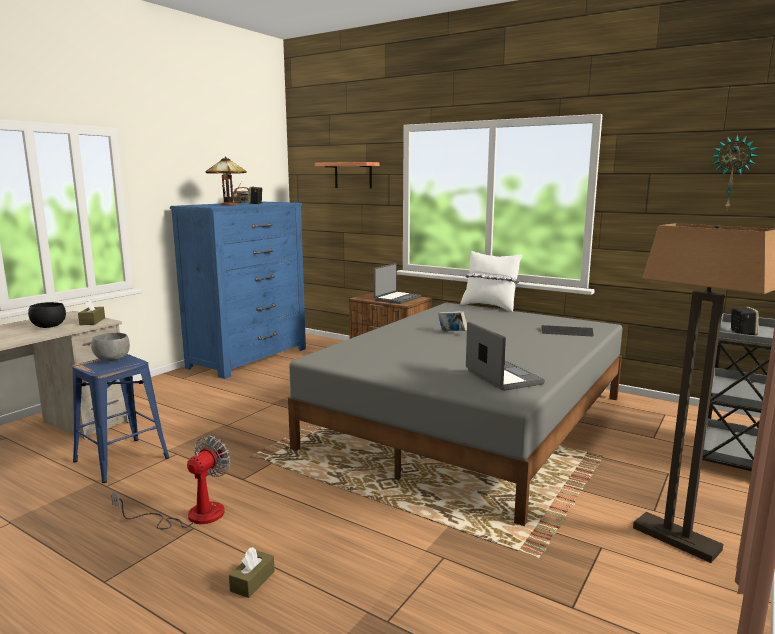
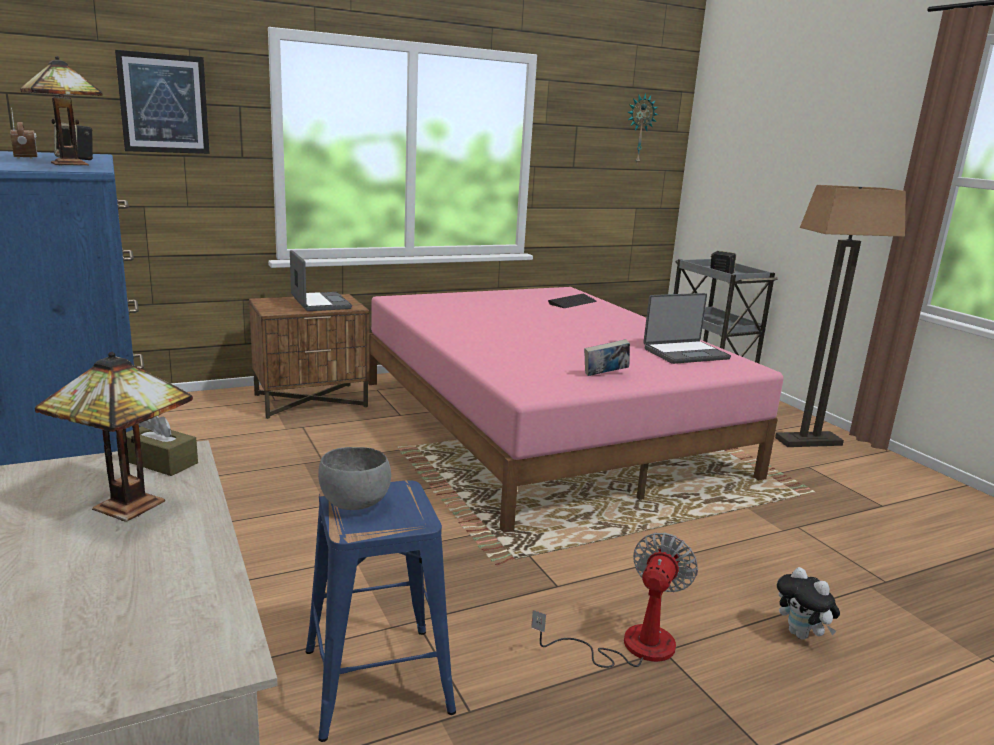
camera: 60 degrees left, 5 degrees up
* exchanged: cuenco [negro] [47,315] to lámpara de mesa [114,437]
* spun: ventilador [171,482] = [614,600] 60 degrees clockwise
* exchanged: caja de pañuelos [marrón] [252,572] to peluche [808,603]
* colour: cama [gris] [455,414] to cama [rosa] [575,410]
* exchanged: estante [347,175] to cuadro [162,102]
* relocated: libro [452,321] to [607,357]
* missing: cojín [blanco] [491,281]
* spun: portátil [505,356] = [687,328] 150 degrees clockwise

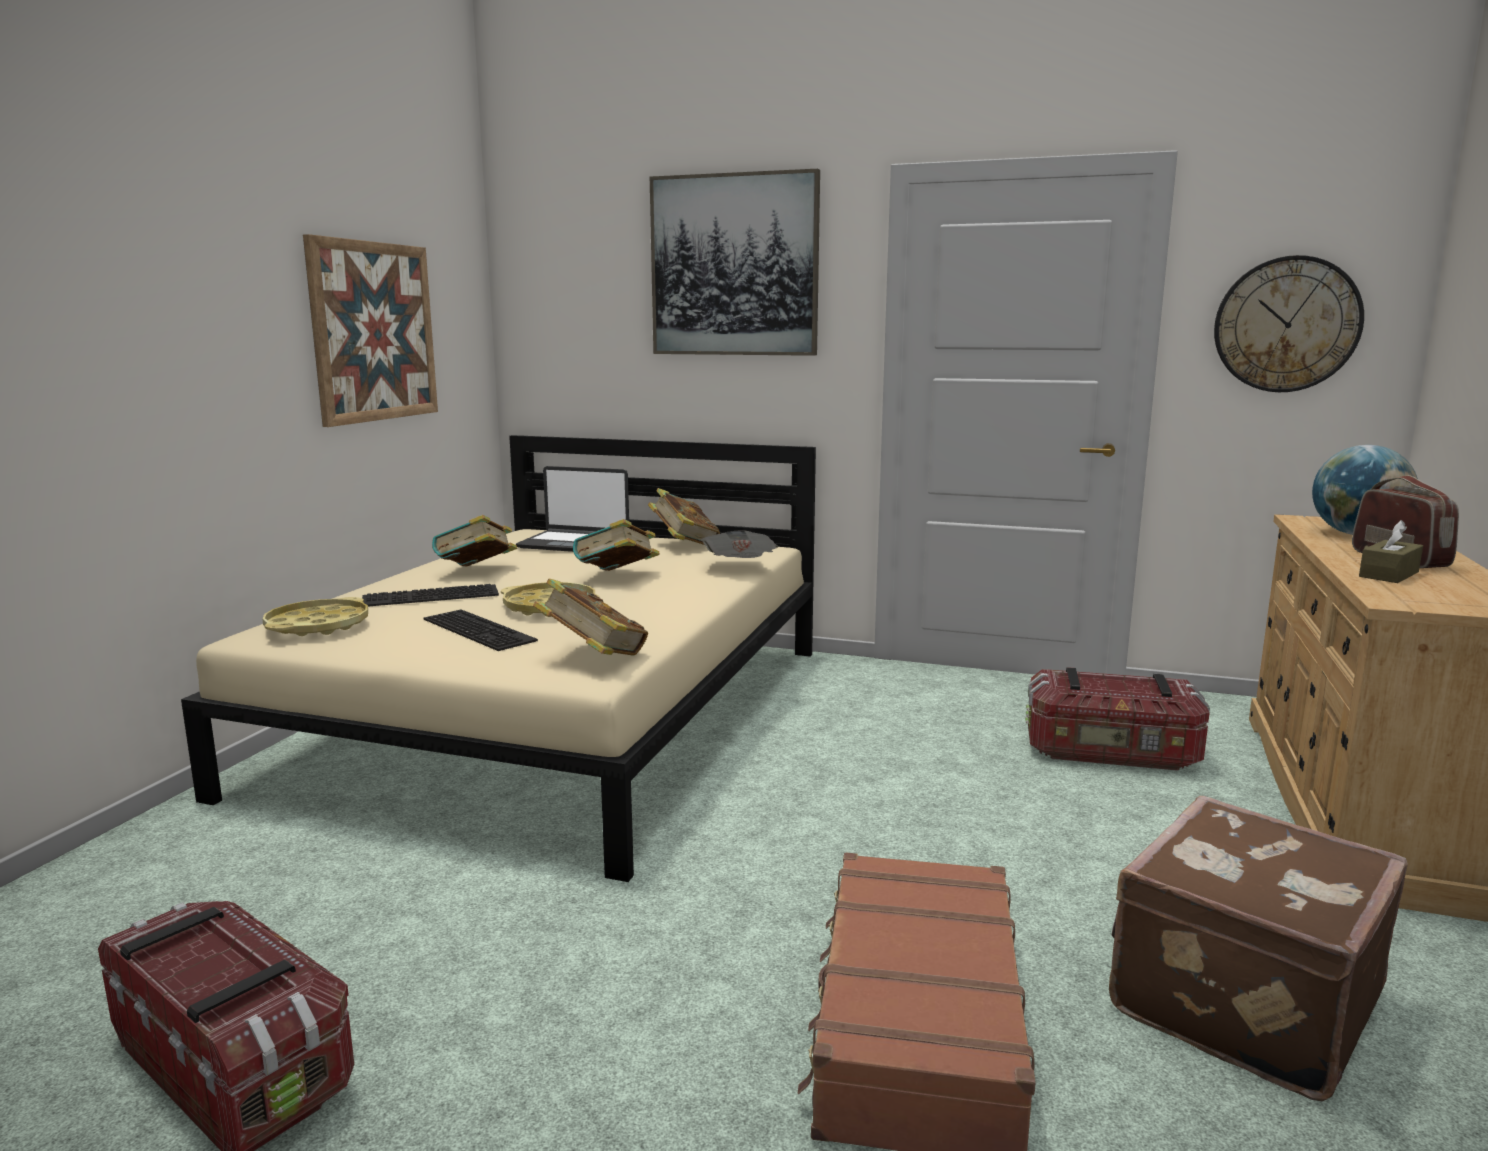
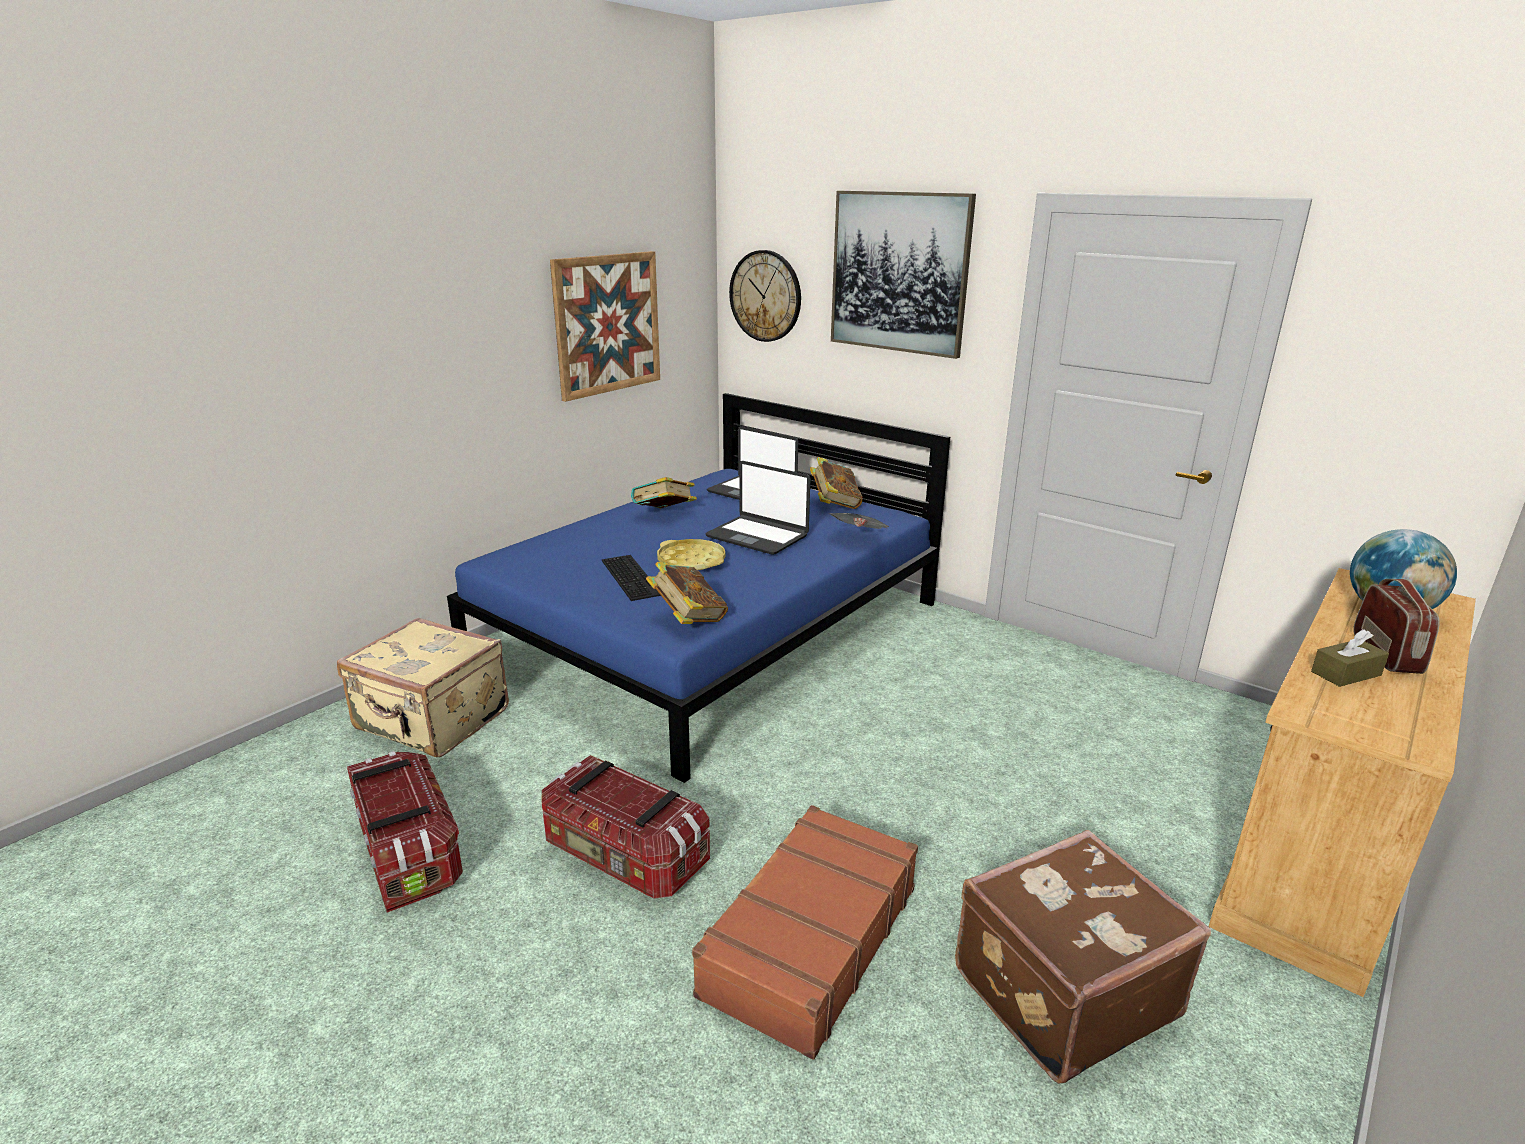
camera: 20 degrees right, 10 degrees up
* colour: cama [beis] [498,658] to cama [azul] [698,588]
* missing: bandeja [amarillo] [315,616]
* missing: teclado [430,595]
* exchanged: libro [616,545] to portátil [758,508]
* relocated: caja de almacenaje [1117,719] to [625,827]
* relocated: reloj de pared [1289,323] to [765,296]
* appeared: maleta [beis] [423,687]

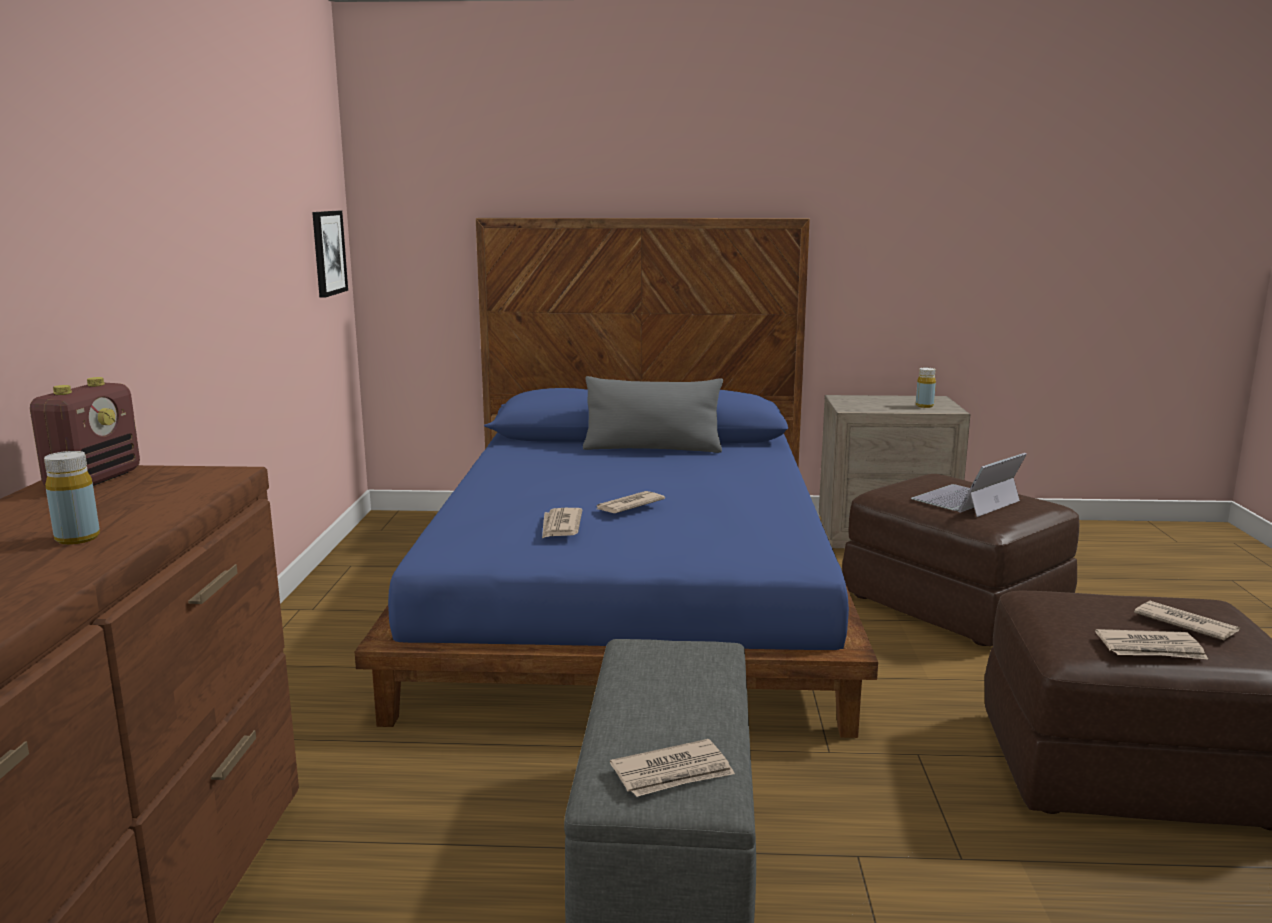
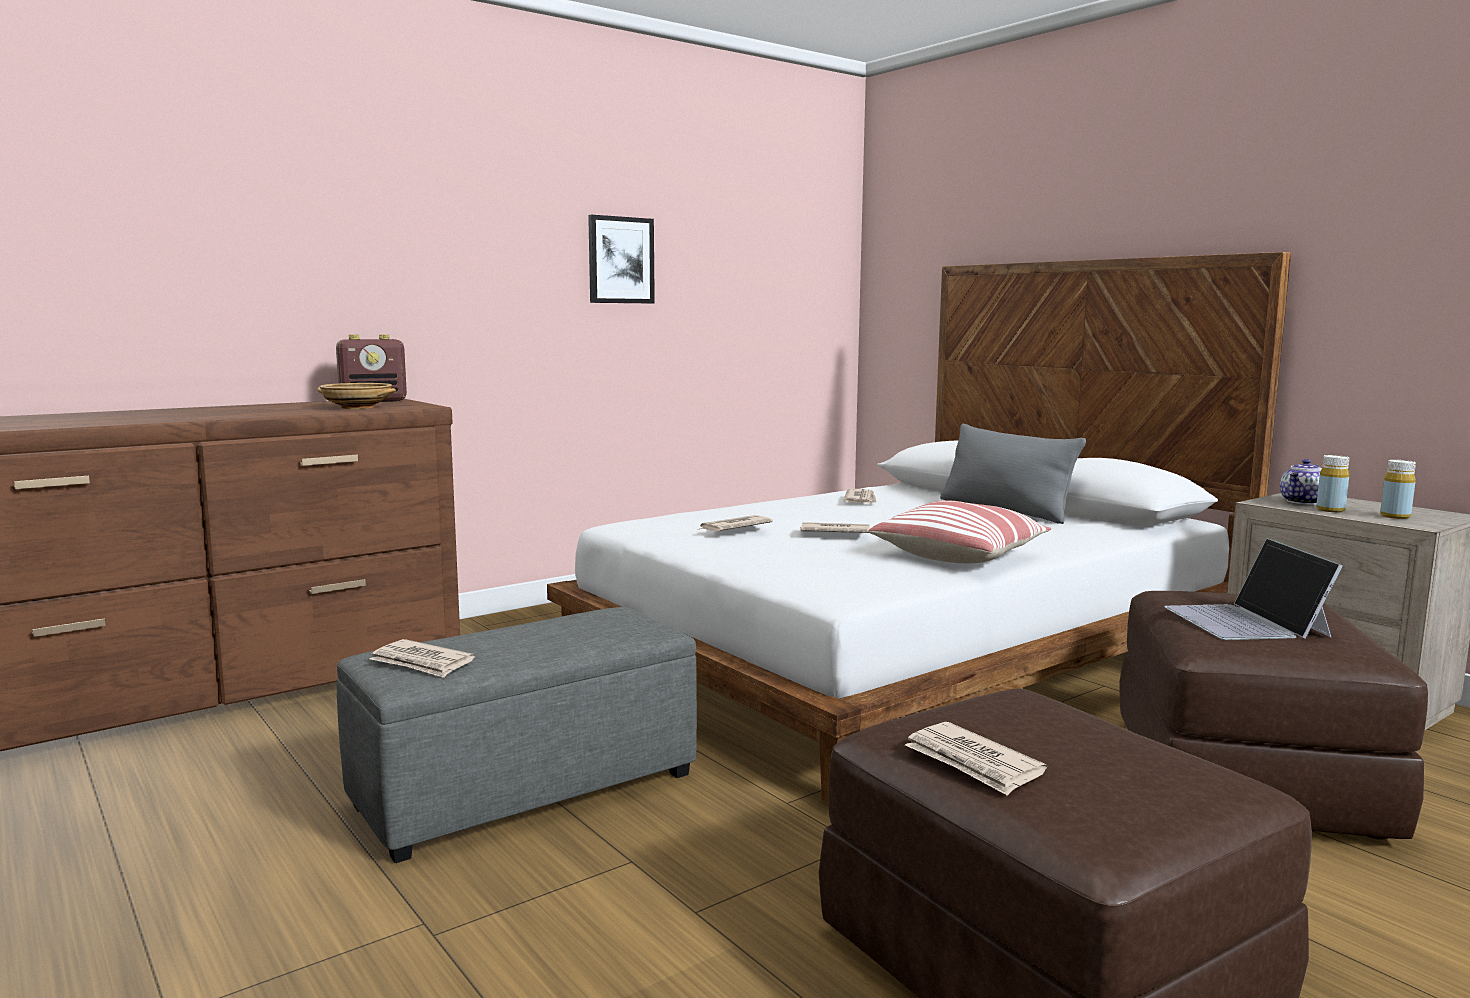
camera: 50 degrees right, 5 degrees down
* relocated: botella [amarillo] [72,498] to [1333,483]
* relocated: cuadro [330,254] to [621,259]
* colour: cama [azul] [616,478] to cama [blanco] [919,528]
* spun: portátil [969,485] = [1253,589] 105 degrees counterclockwise
* relocated: periódico [1187,620] to [860,496]
* appeared: cuenco [beis] [356,396]
* appeared: cojín [959,531]
* appeared: tetera [1301,482]

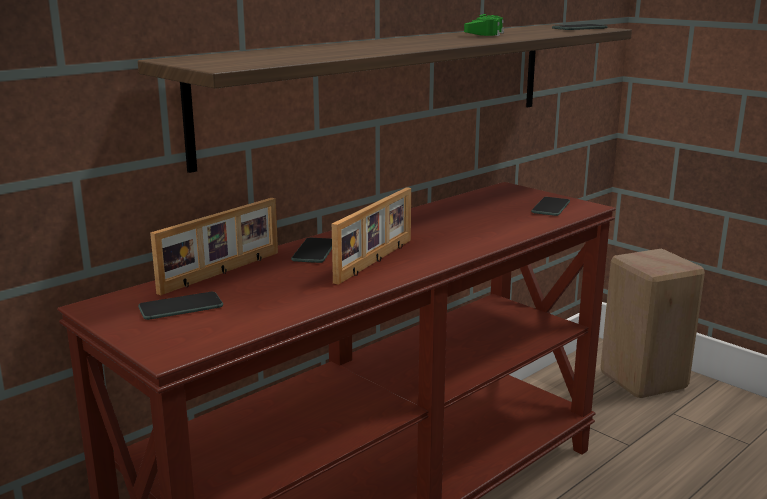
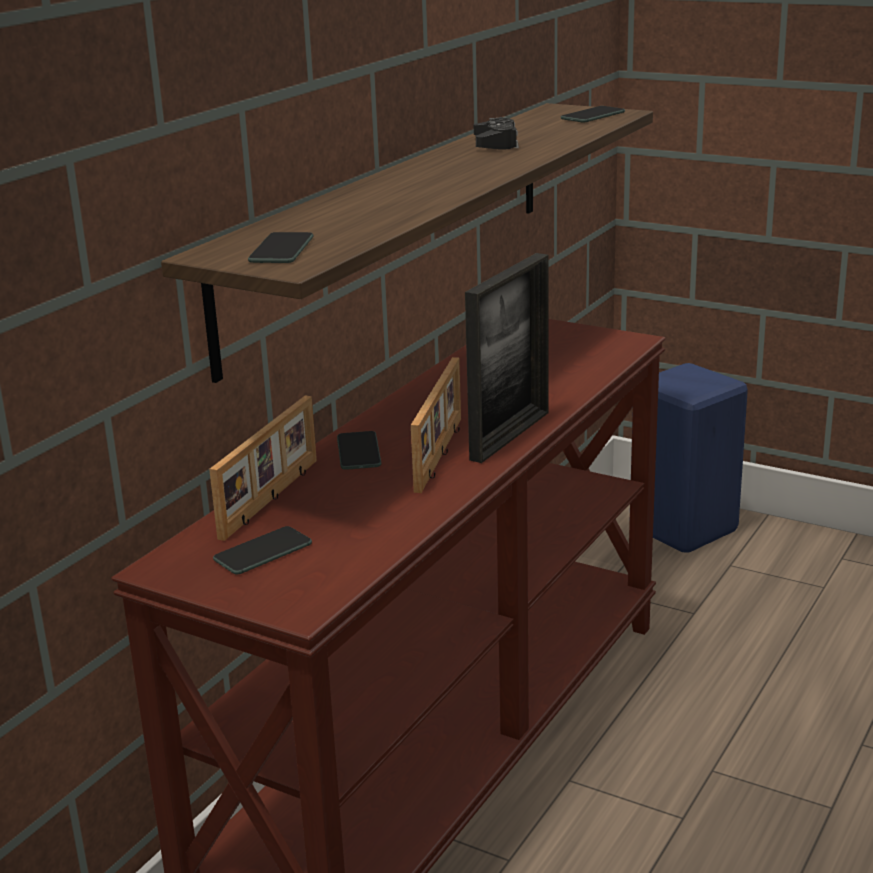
camera: 15 degrees left, 5 degrees up
* colour: mando de consola [verde] [484,25] to mando de consola [negro] [496,133]
* relocated: móvil [550,206] to [280,247]
* colour: taburete [beis] [652,323] to taburete [azul] [689,458]
* appeared: portarretratos [507,358]

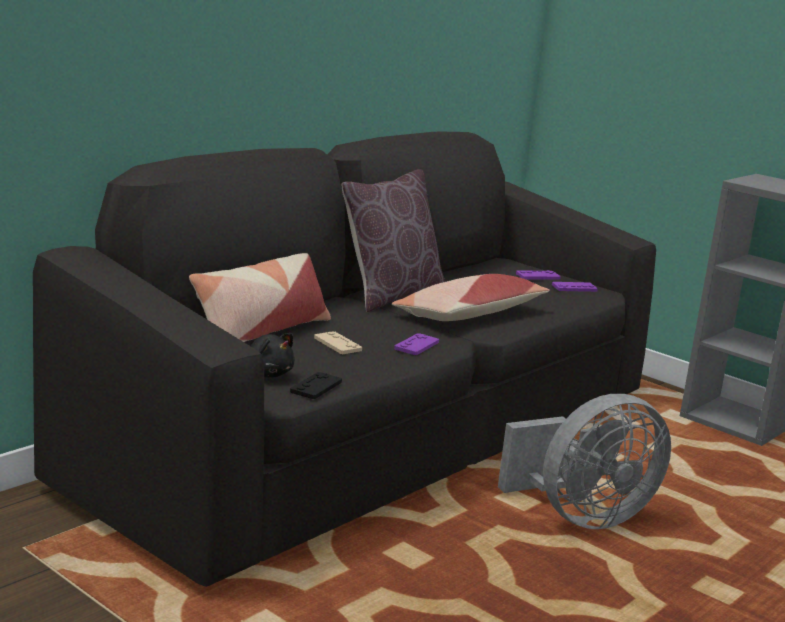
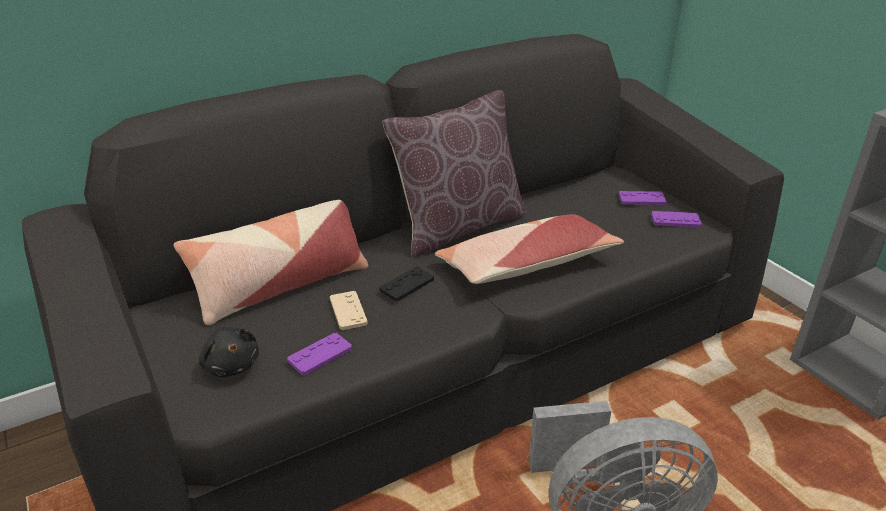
camera: 20 degrees right, 15 degrees up
* relocated: mando de consola [negro] [316,385] to [406,284]
* relocated: mando de consola [morado] [416,344] to [319,354]

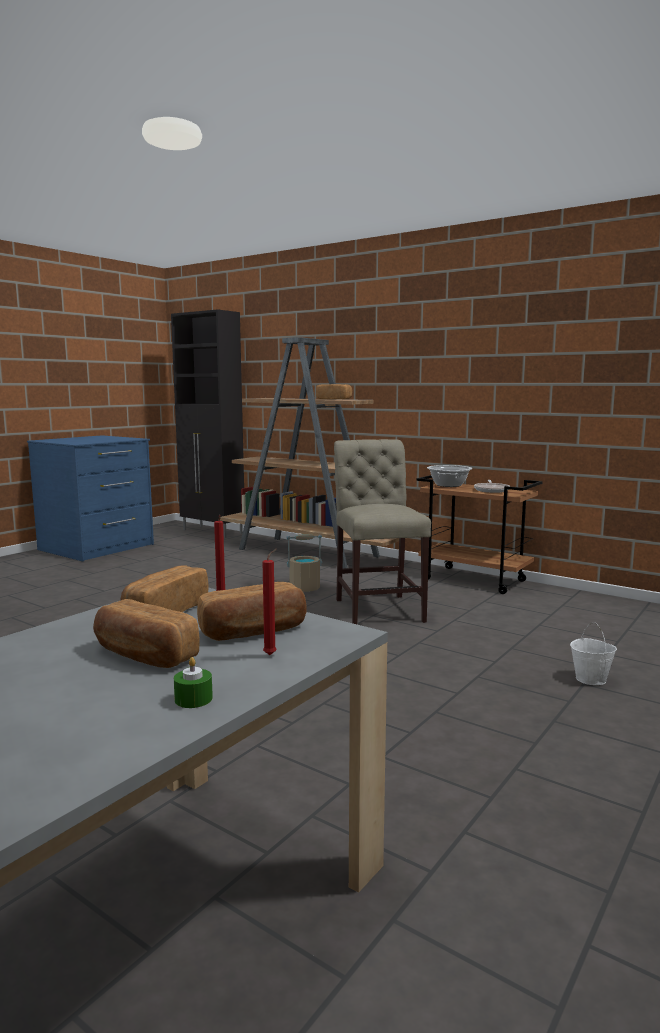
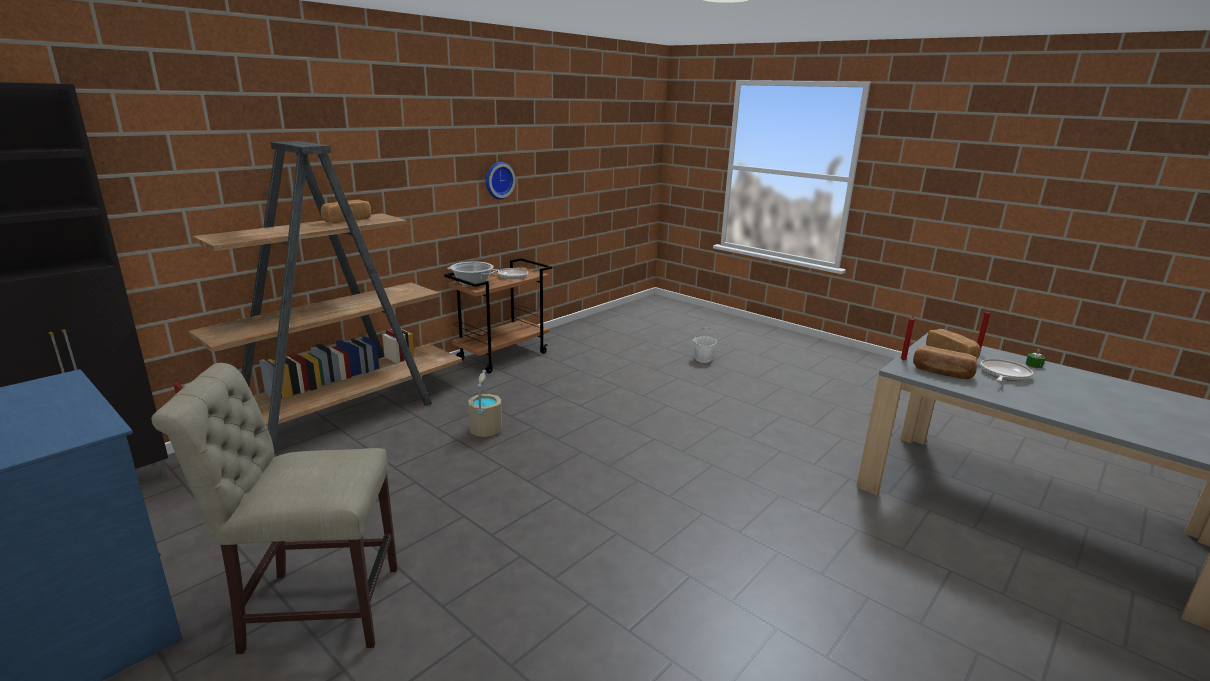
camera: 85 degrees left, 10 degrees up
* exchanged: pan [146,633] to sartén [1006,370]
* relocated: silla [beis] [382,531] to [274,508]
* appeared: reloj de pared [501,180]

